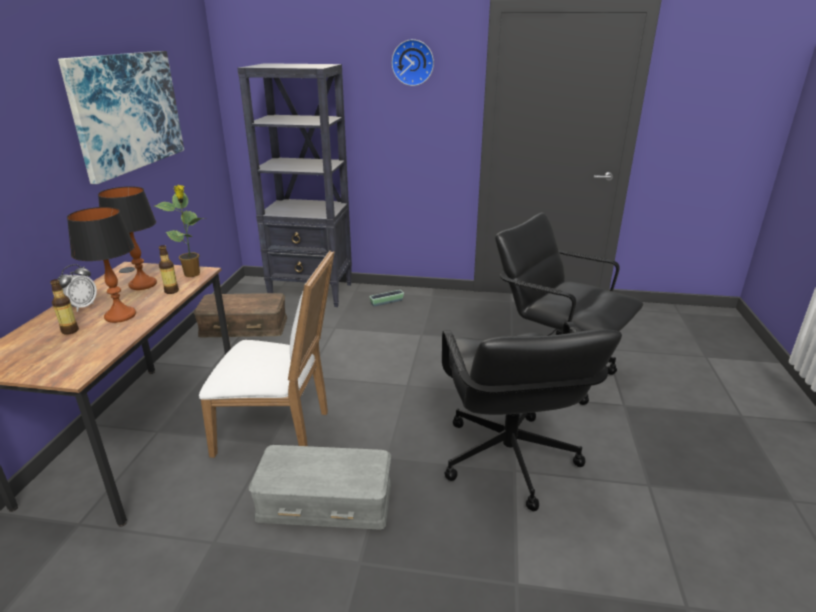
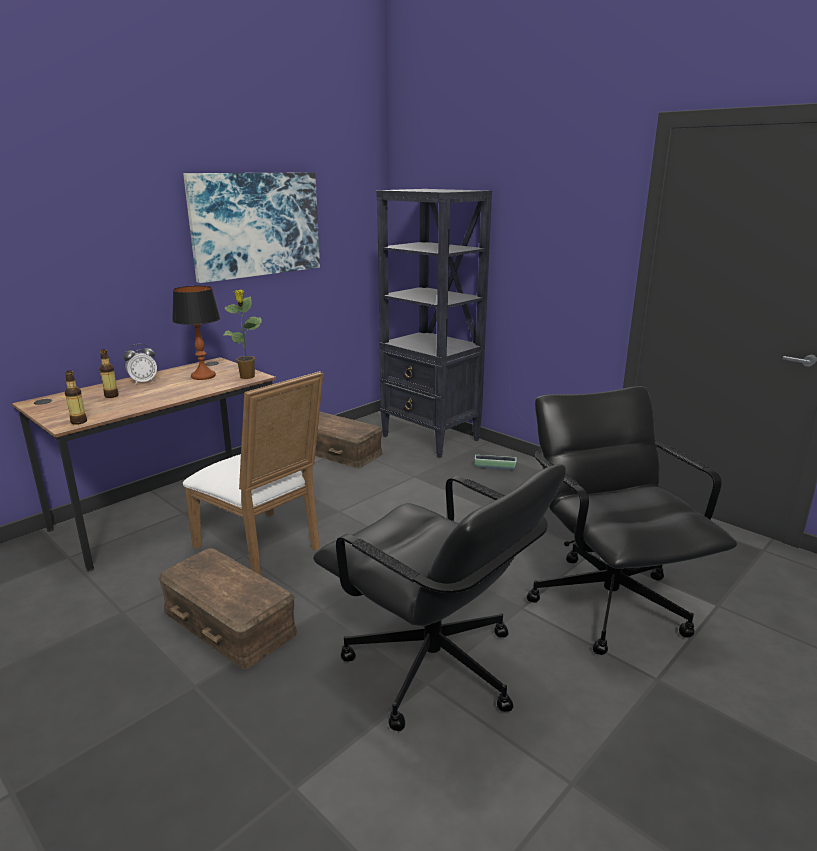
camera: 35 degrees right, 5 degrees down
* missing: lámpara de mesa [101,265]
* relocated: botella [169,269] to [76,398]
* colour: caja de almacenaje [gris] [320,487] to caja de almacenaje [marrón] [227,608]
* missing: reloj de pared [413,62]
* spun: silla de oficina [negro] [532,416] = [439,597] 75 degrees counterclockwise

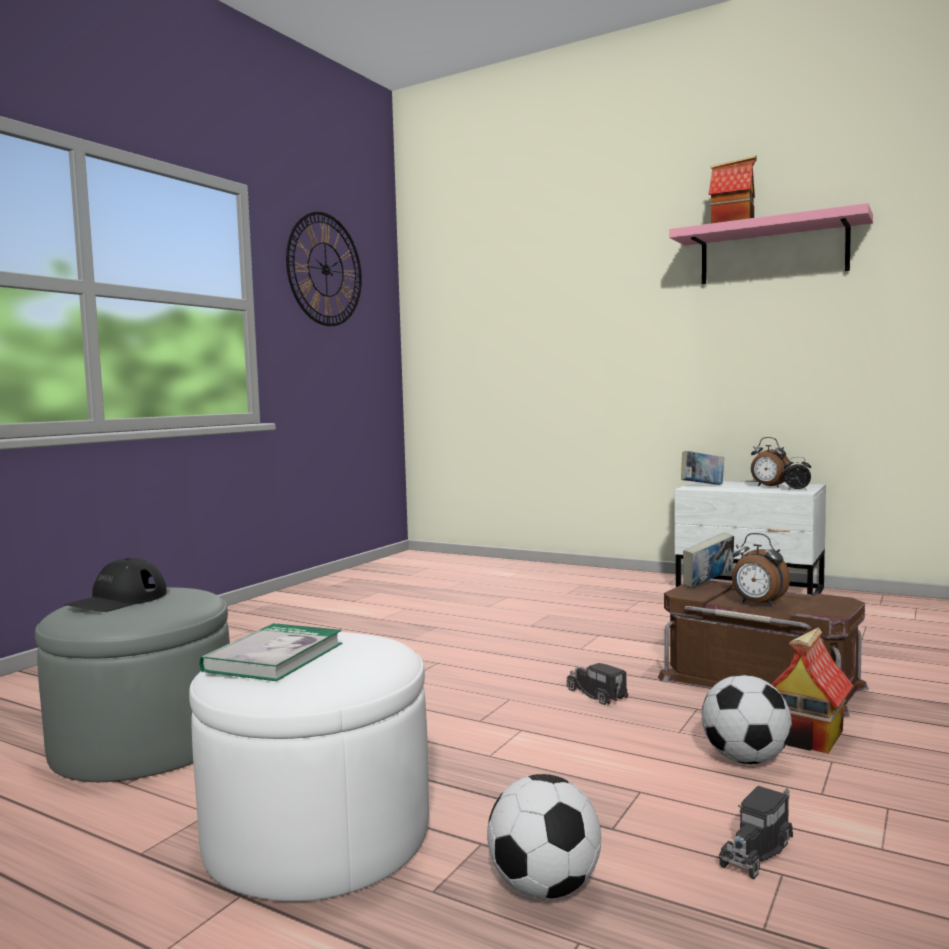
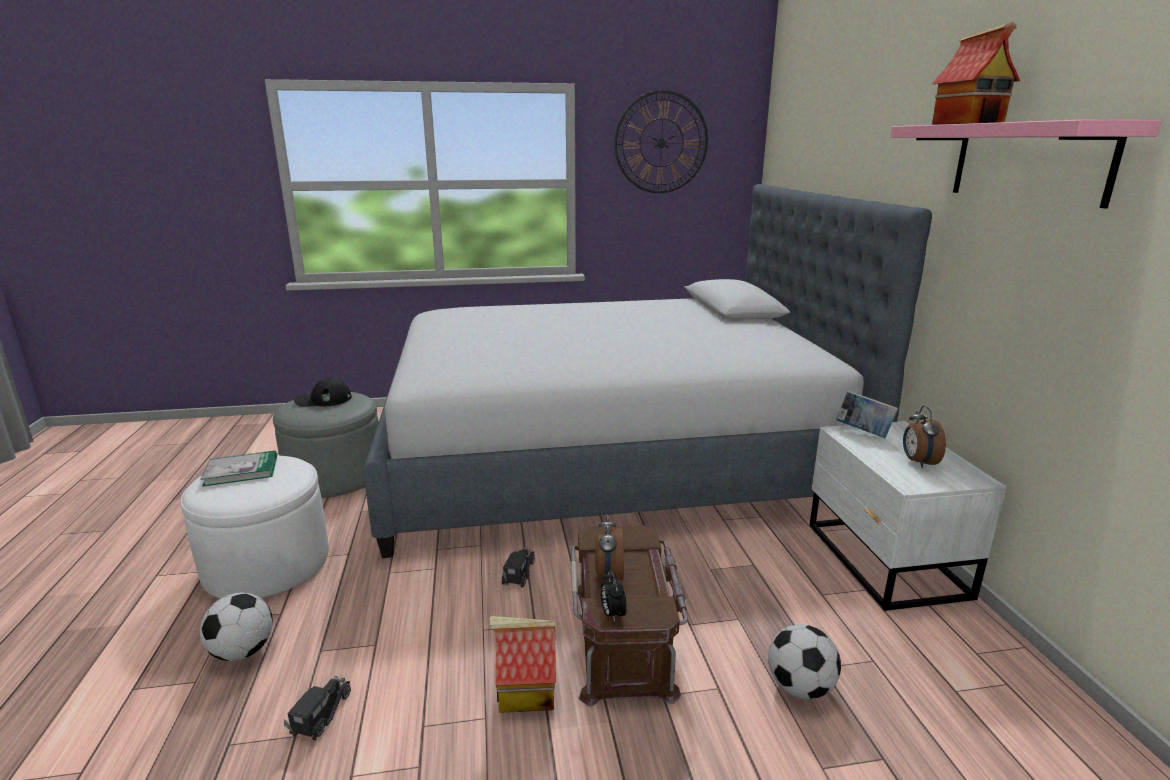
camera: 50 degrees right, 15 degrees up
* missing: libro [708,560]
* relocated: balón de fútbol [747,719] to [804,661]
* spun: camión de juguete [756,832] = [317,708] 105 degrees clockwise
* relocated: despertador [797,473] to [613,596]
* appeared: cama [648,371]

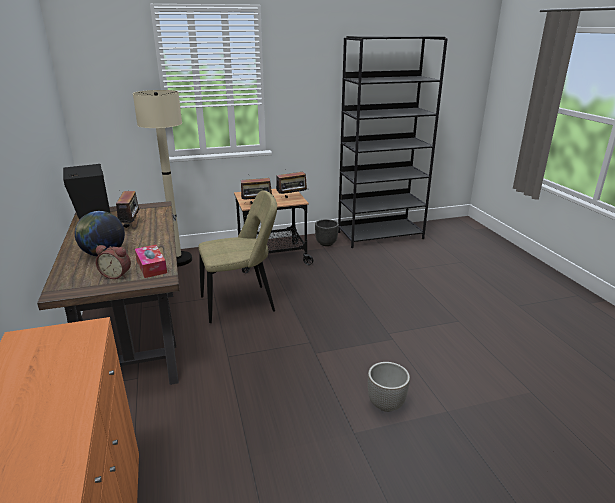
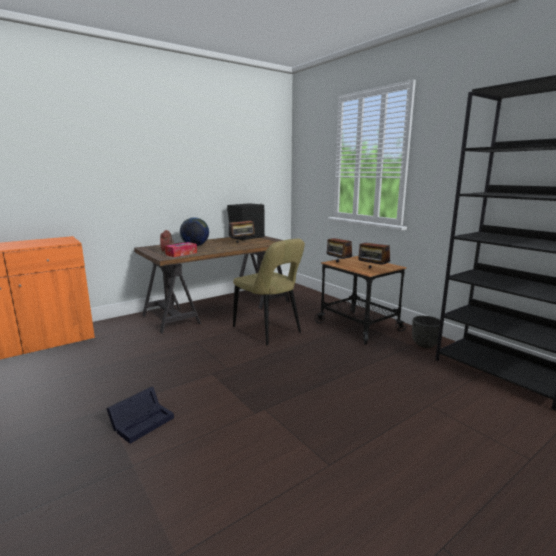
camera: 70 degrees right, 10 degrees down
* missing: lámpara de pie [beis] [162,178]
* exchanged: maceta [389,387] to caja de almacenaje [negro] [140,415]

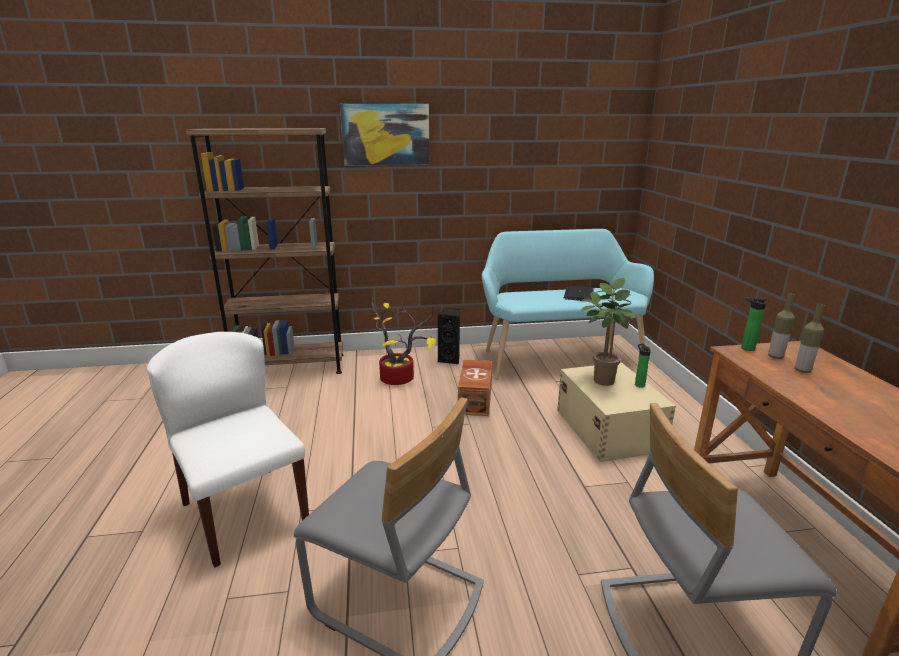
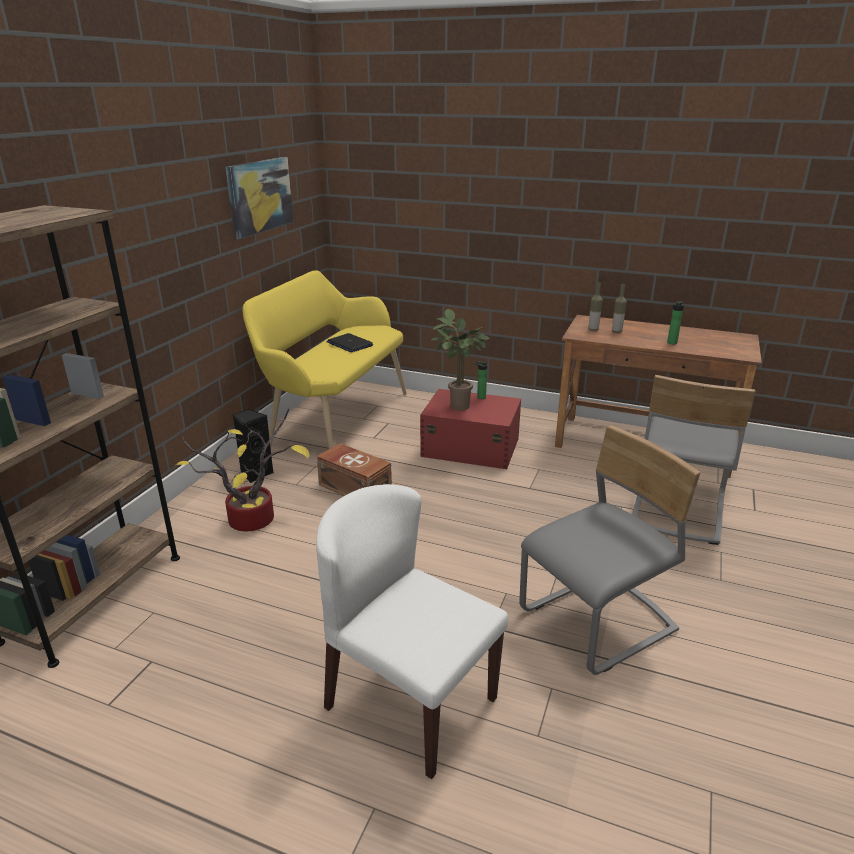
camera: 60 degrees left, 5 degrees up
* spun: silla [blanco] [228,450] = [412,631] 45 degrees clockwise
* relocated: cuadro [385,134] to [259,198]
* colour: banco [turquesa] [568,304] to banco [amarillo] [325,359]
* colour: caja de almacenaje [beis] [616,412] to caja de almacenaje [rojo] [470,429]
* relocated: botella [754,324] to [675,322]

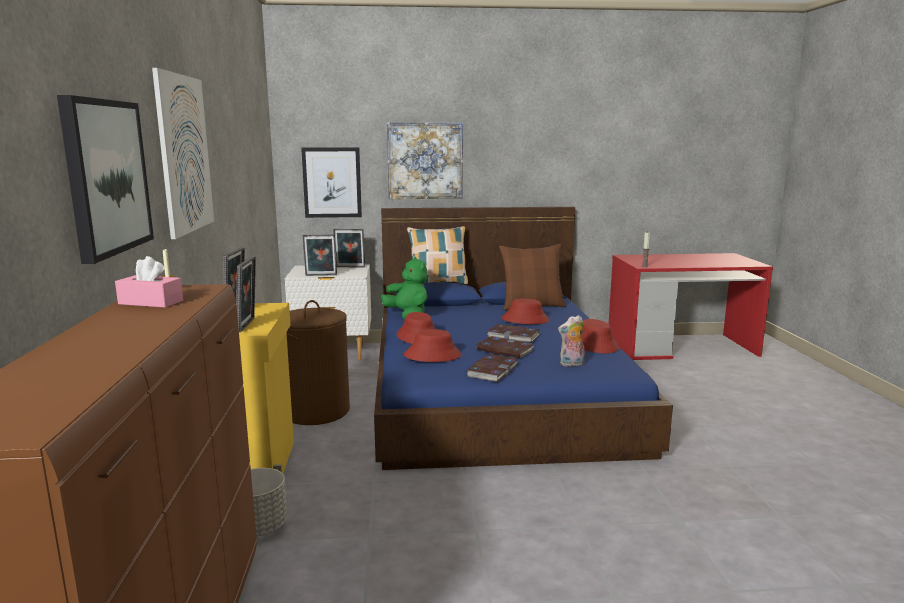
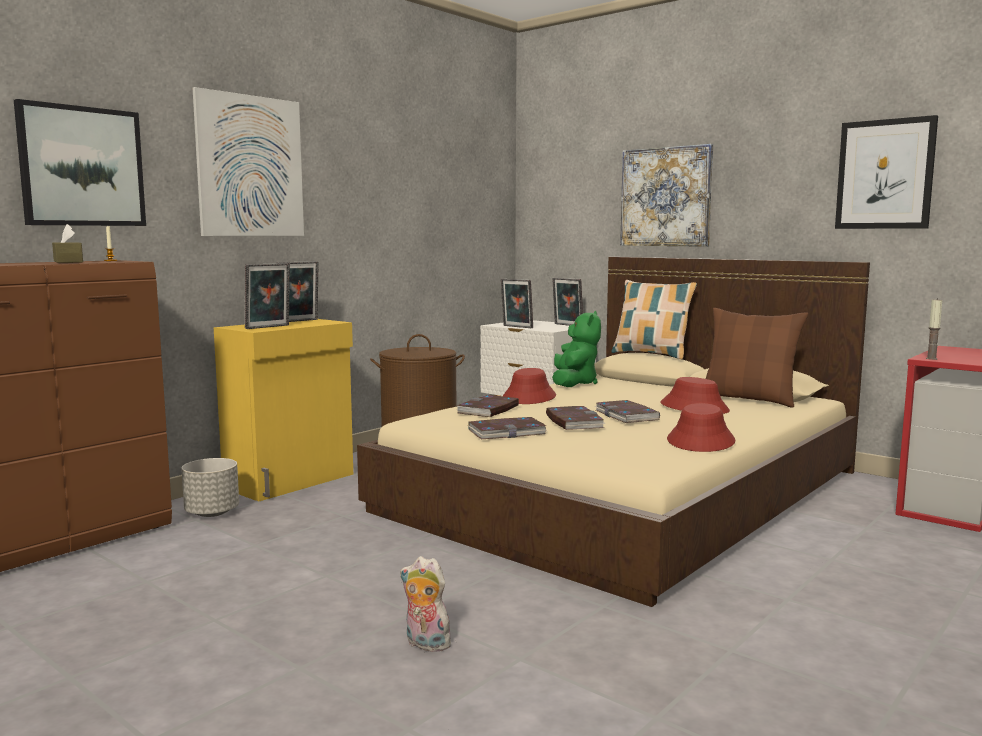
camera: 45 degrees right, 5 degrees down
* colour: caja de pañuelos [rosa] [149,282] to caja de pañuelos [marrón] [67,243]
* relocated: cuadro [331,182] to [886,172]
* colour: cama [azul] [523,338] to cama [beis] [613,432]
* exchanged: sombrero [rojo] [433,345] to libro [488,406]
* relocated: peluche [571,341] to [425,604]

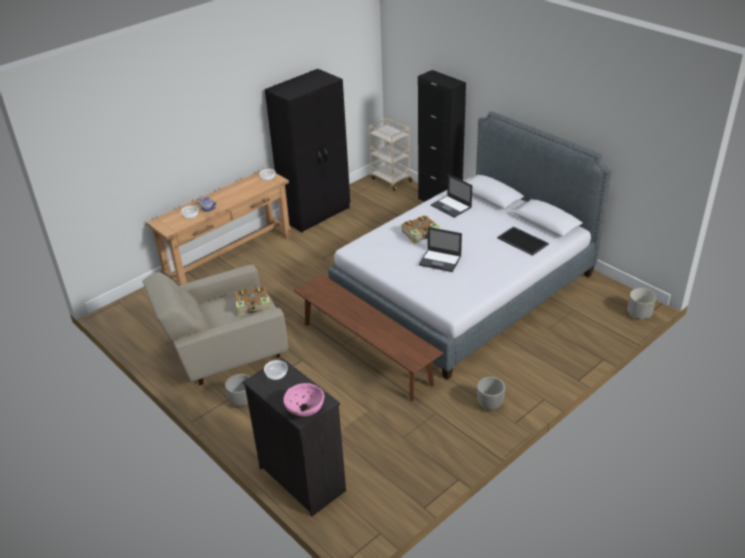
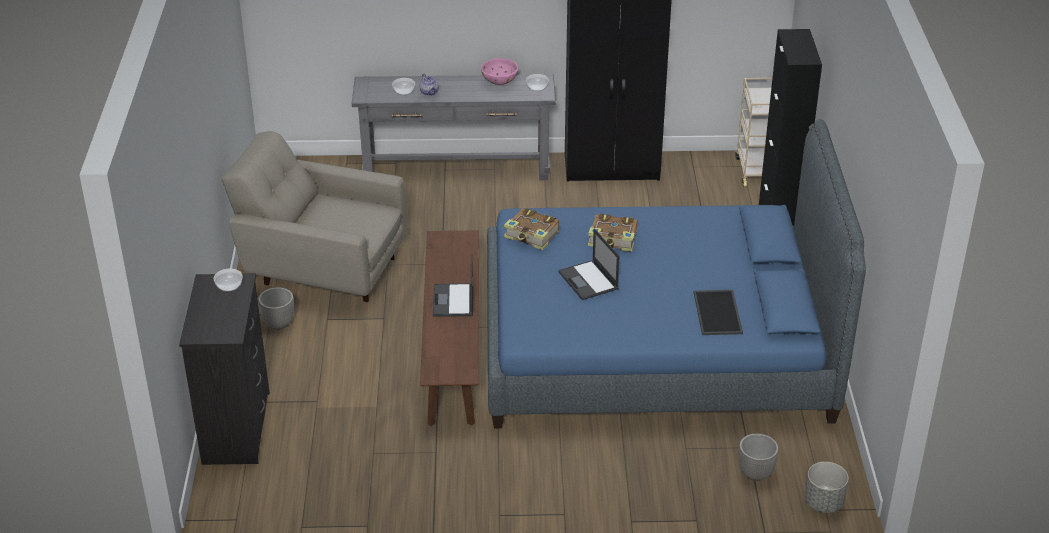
camera: 40 degrees right, 0 degrees up
* colour: mesa consola [marrón] [218,227] to mesa consola [gris] [454,127]
* relocated: libro [253,301] to [532,229]
* relocated: cuenco [rosa] [303,400] to [499,71]
* colour: cama [gris] [470,245] to cama [azul] [676,273]
* relocated: portátil [452,196] to [453,285]
* relocated: maceta [491,394] to [759,457]

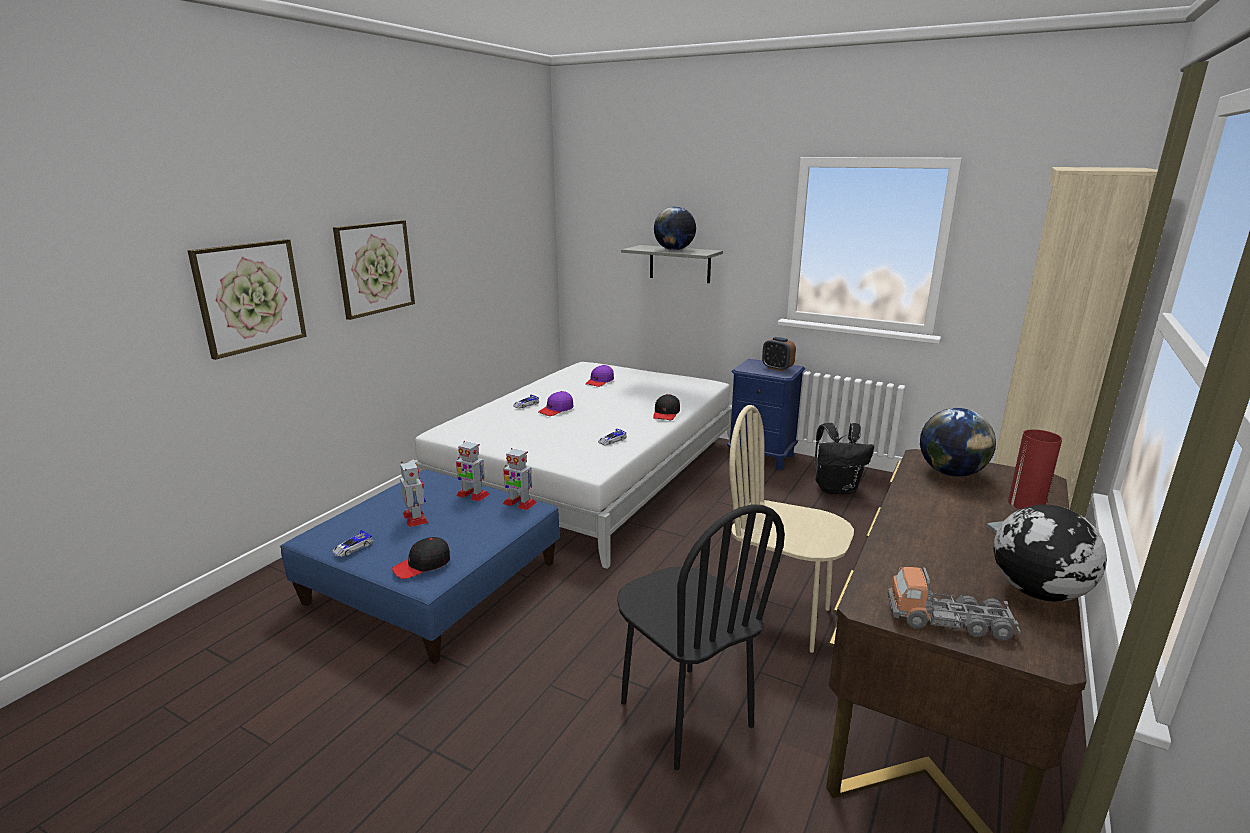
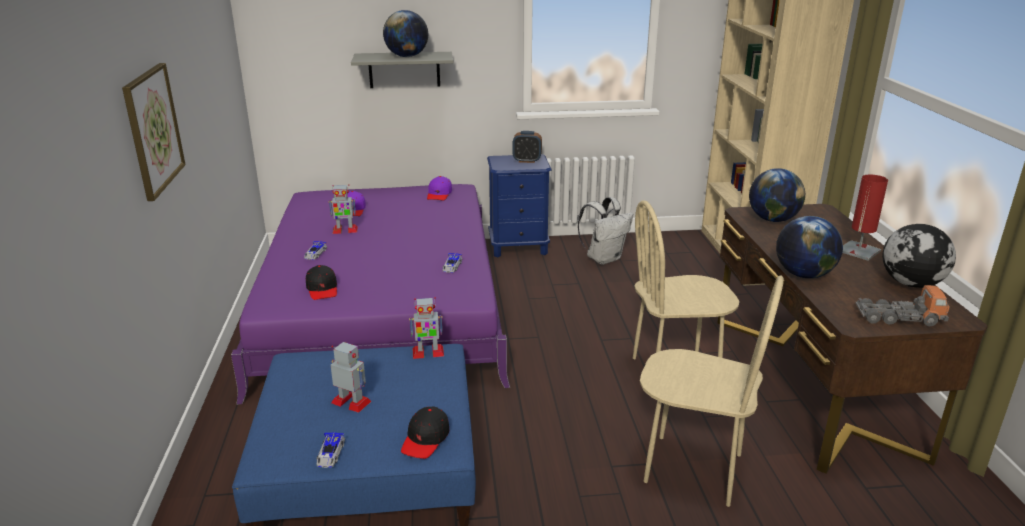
camera: 35 degrees left, 5 degrees up
* missing: cuadro [247,299]
* colour: cama [blanco] [569,465] to cama [morado] [370,294]
* relocated: robot de juguete [473,471] to [343,209]
* relocated: gorra [morado] [555,403] to [439,188]
* colour: silla [negro] [701,637] to silla [beis] [712,391]
* relocated: gorra [negro] [666,407] to [321,282]
* colour: mochila [negro] [844,458] to mochila [blanco] [605,231]
* spun: camión de juguete [954,603] = [902,305] 150 degrees counterclockwise
* appeared: globo terráqueo [809,247]

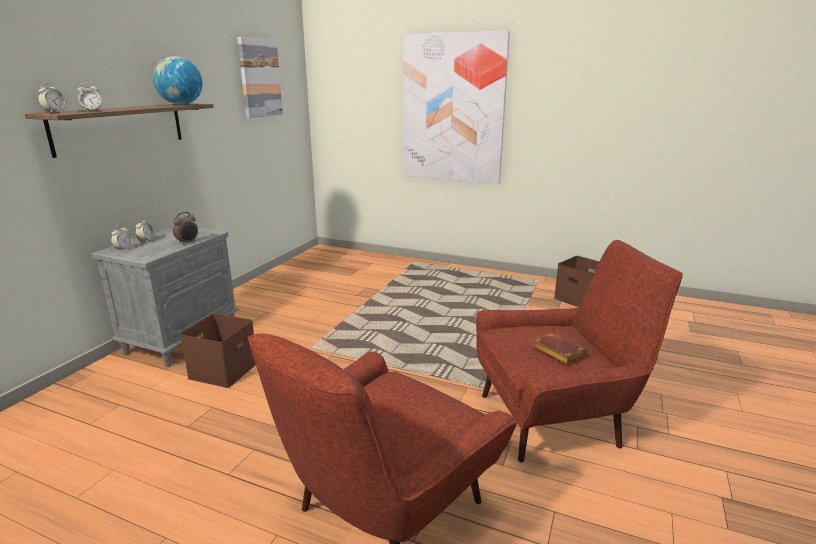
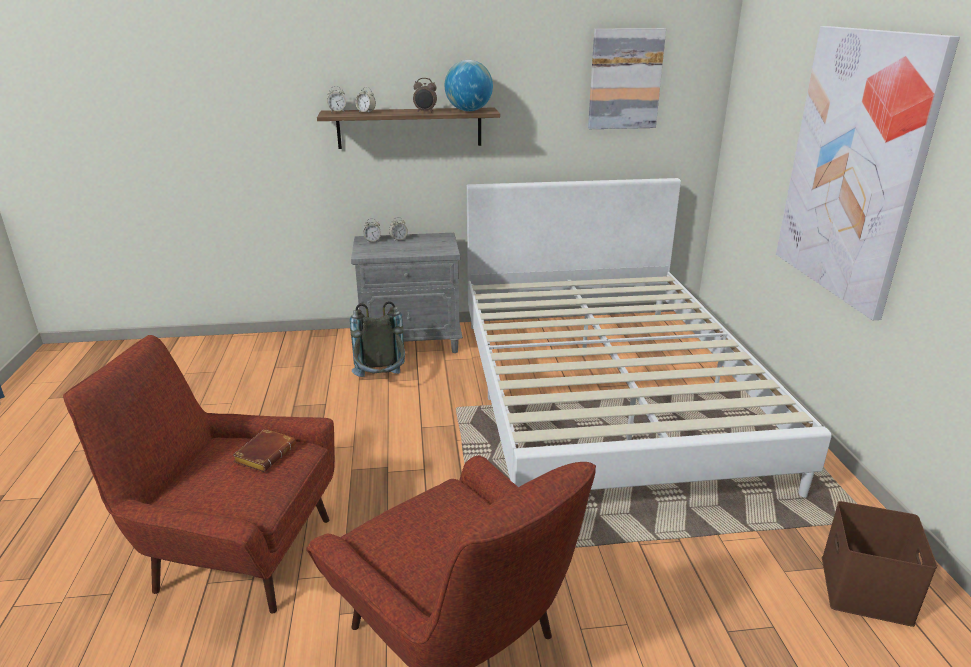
camera: 60 degrees right, 5 degrees up
* relocated: despertador [185,228] to [425,95]
* exchanged: caja de almacenaje [marrón] [218,350] to mochila [gris] [377,339]
* relocated: libro [marrón] [559,348] to [264,450]
* appeared: cama [blanco] [649,338]

